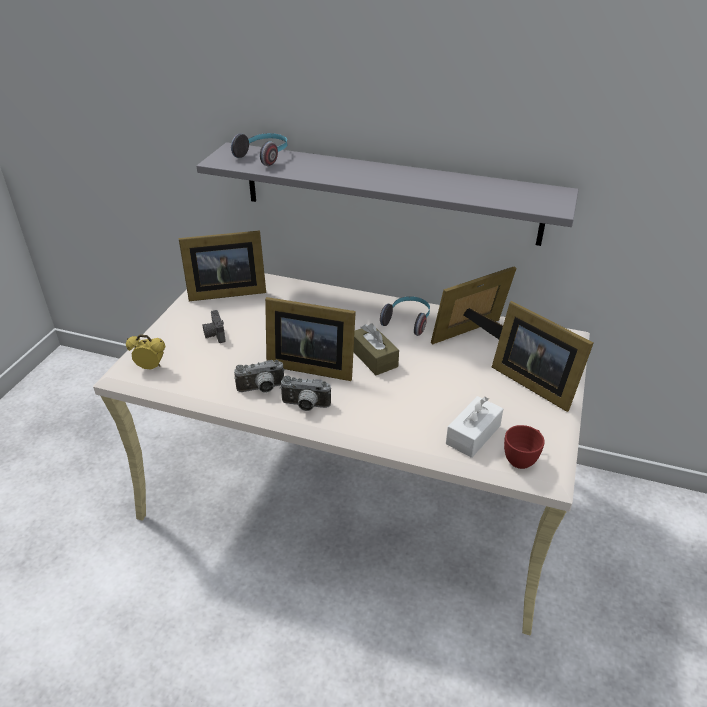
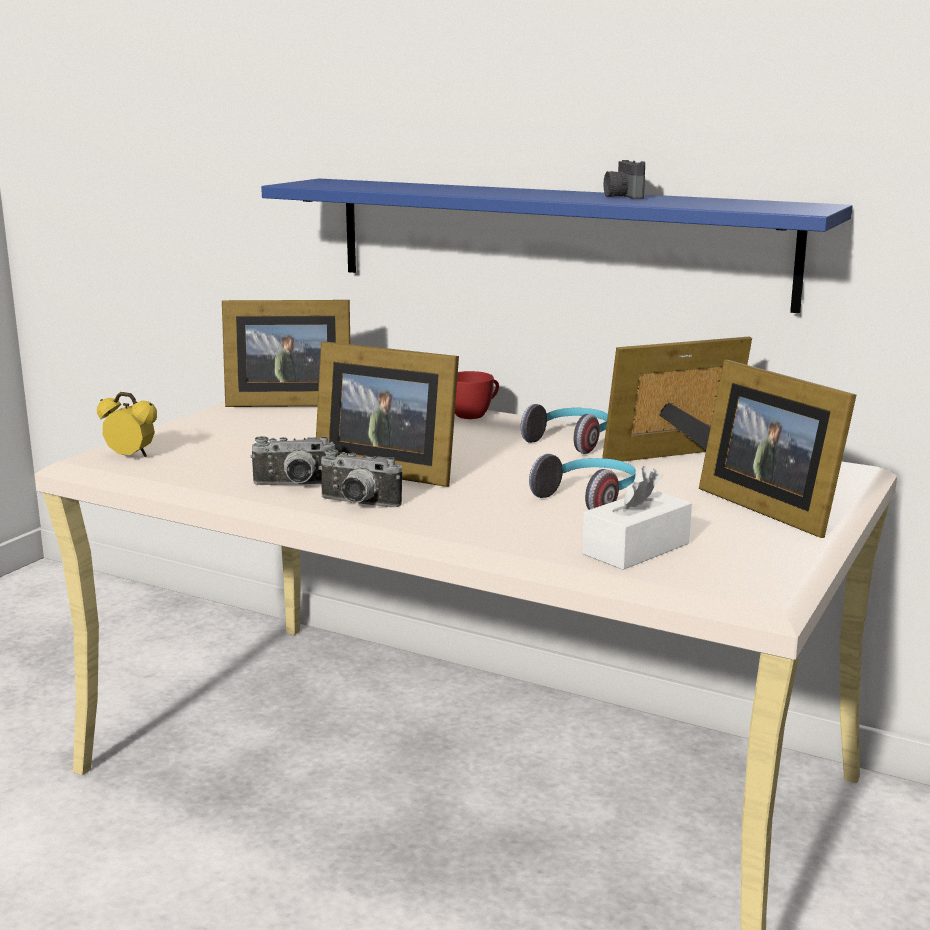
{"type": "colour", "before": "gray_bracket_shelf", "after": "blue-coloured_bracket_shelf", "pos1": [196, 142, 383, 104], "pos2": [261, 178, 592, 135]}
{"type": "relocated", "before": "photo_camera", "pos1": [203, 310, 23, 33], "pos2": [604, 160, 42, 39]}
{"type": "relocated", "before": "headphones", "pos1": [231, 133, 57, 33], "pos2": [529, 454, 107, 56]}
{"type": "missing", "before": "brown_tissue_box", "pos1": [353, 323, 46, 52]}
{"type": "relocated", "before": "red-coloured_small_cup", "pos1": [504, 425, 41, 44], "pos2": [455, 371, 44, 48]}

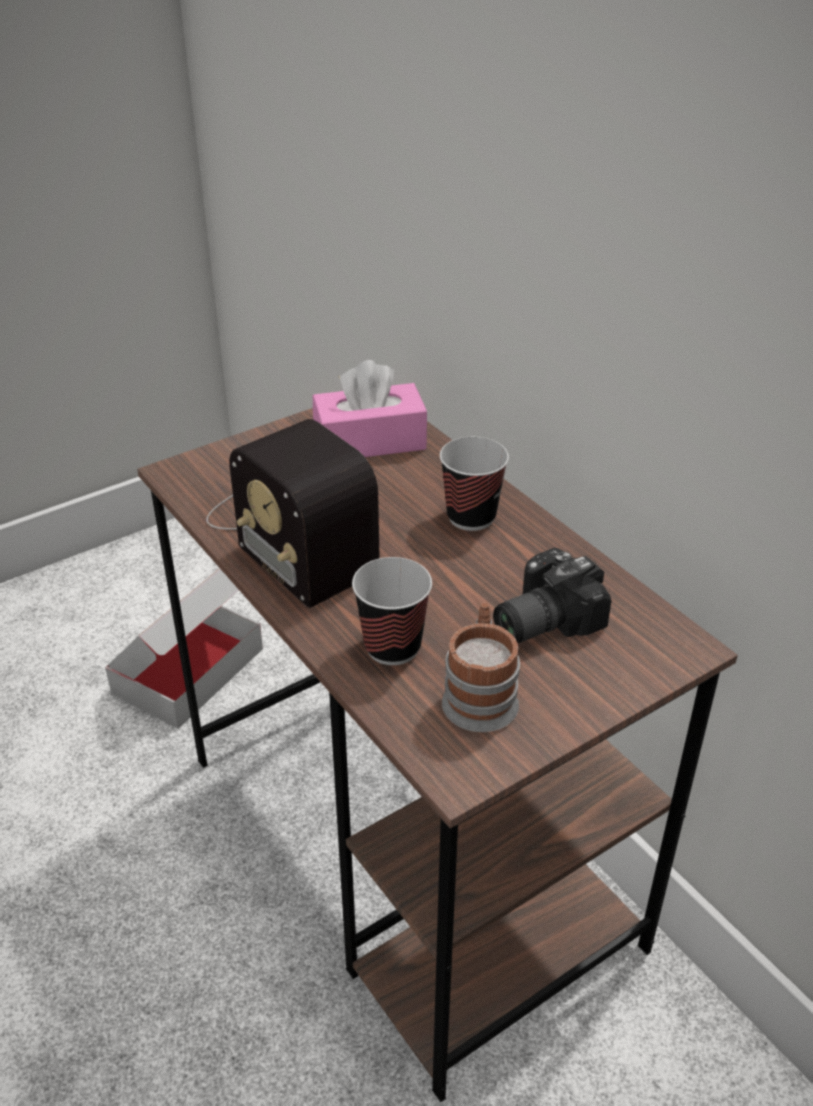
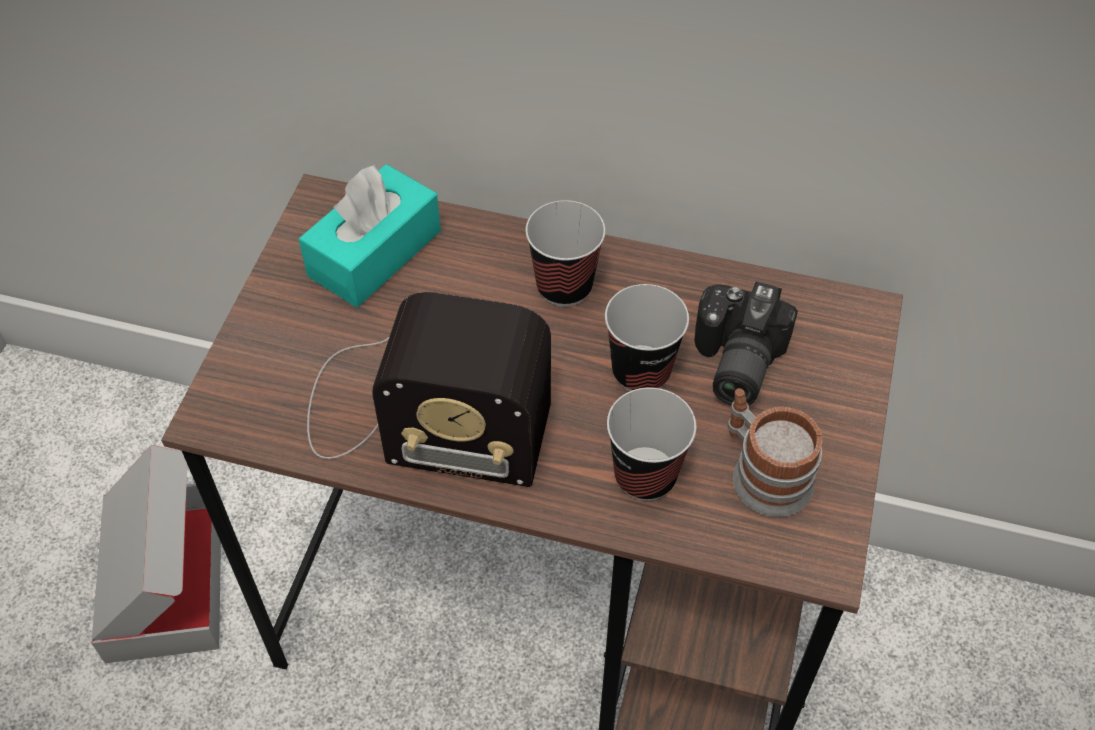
{"type": "colour", "before": "pink-coloured_tissue_box", "after": "turquoise-coloured_tissue_box", "pos1": [313, 360, 114, 97], "pos2": [299, 164, 142, 143]}
{"type": "appeared", "after": "small_cup", "pos2": [605, 284, 84, 107]}

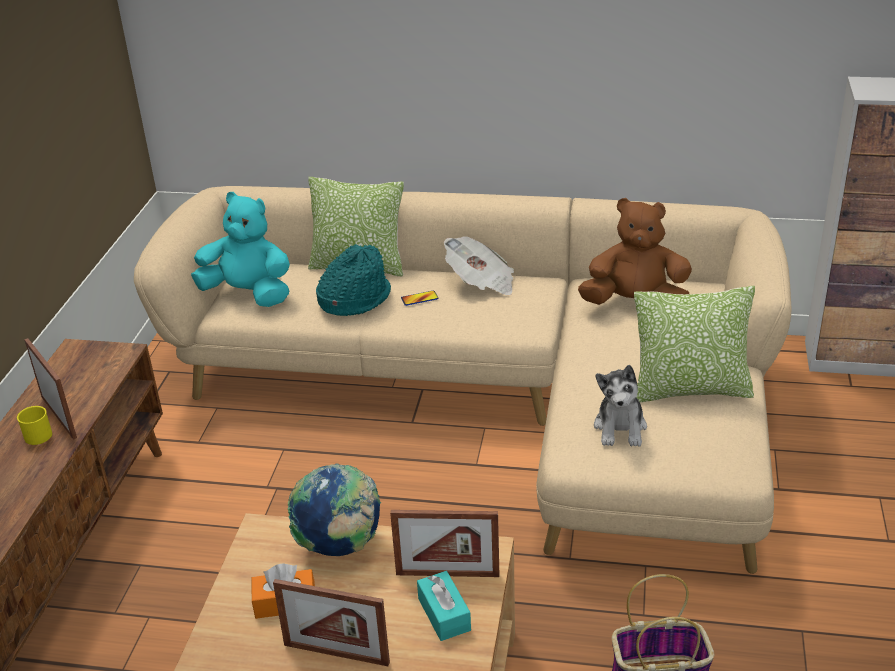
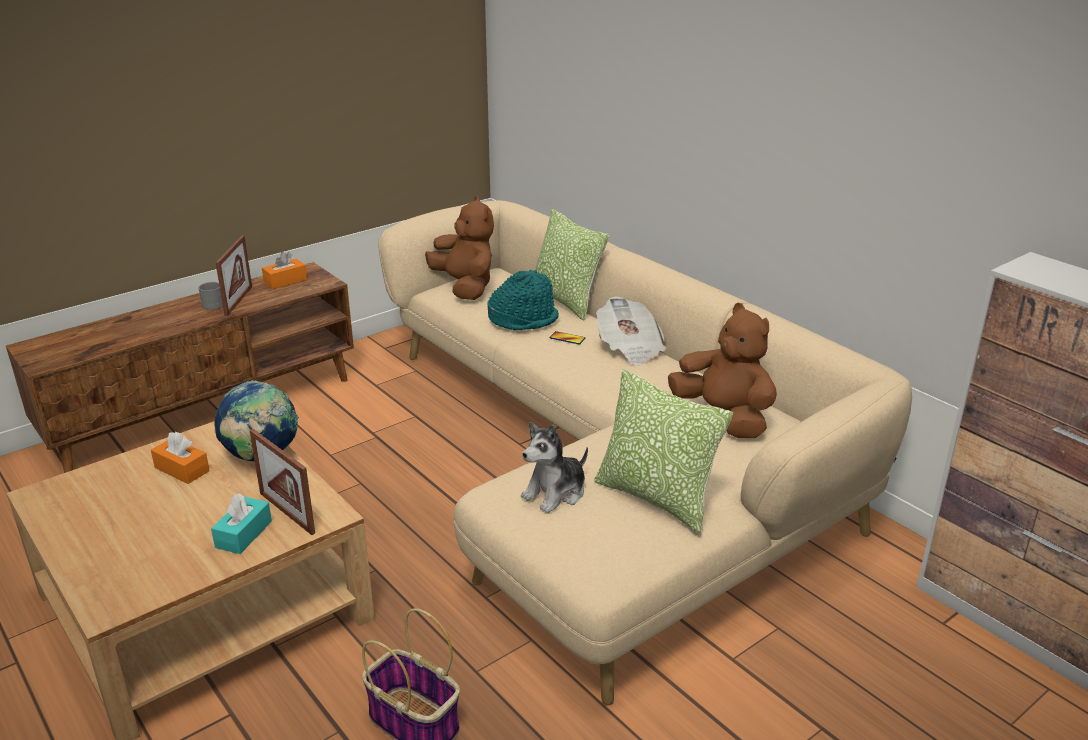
{"type": "colour", "before": "yellowish_mug", "after": "gray_mug", "pos1": [17, 406, 35, 39], "pos2": [198, 282, 25, 28]}
{"type": "colour", "before": "turquoise-coloured_cuddly_toy", "after": "brown_cuddly_toy", "pos1": [191, 192, 99, 115], "pos2": [425, 196, 69, 104]}
{"type": "missing", "before": "picture_frame", "pos1": [273, 579, 117, 87]}
{"type": "appeared", "after": "orangey_tissue_box", "pos2": [262, 251, 45, 38]}

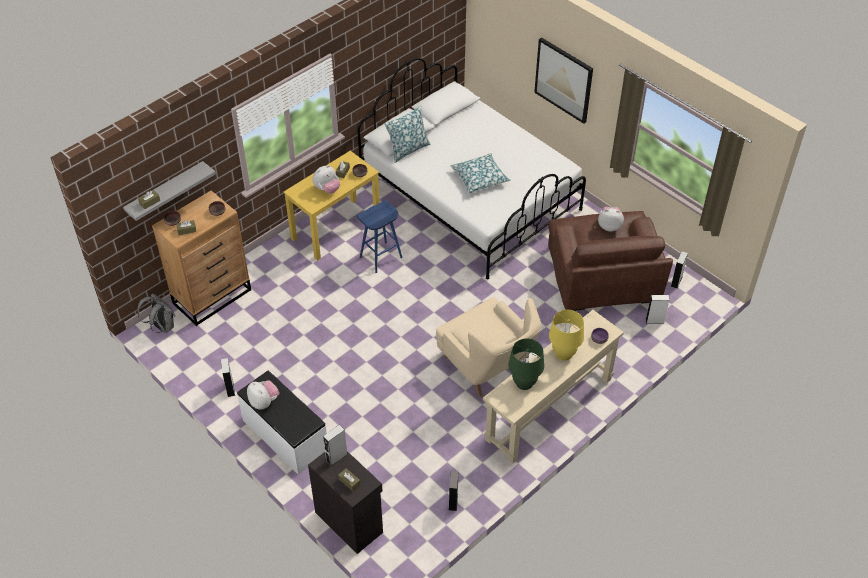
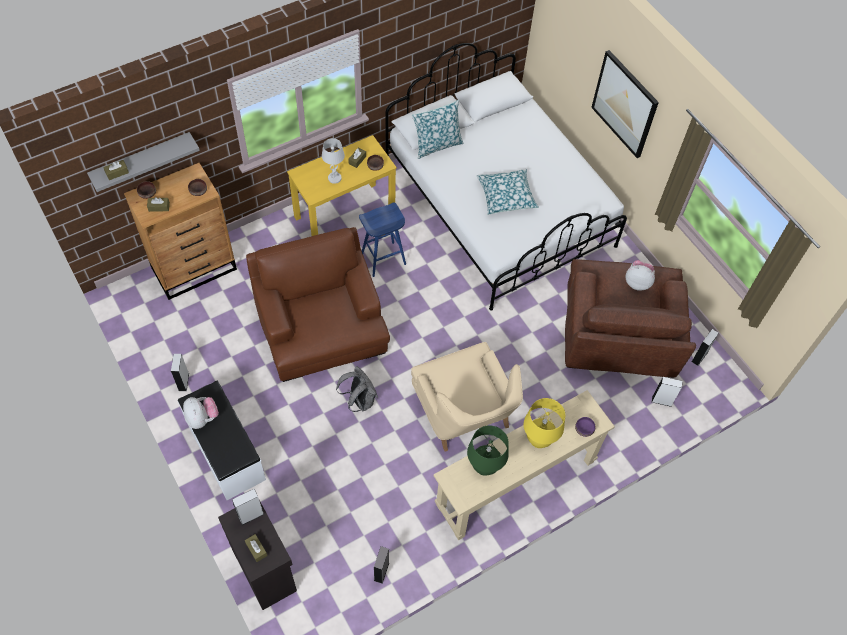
{"type": "relocated", "before": "gray_knapsack", "pos1": [137, 293, 38, 40], "pos2": [336, 366, 42, 46]}
{"type": "exchanged", "before": "cuddly_toy", "after": "whitish_lamp_for_a_table", "pos1": [312, 165, 28, 29], "pos2": [322, 138, 23, 46]}
{"type": "appeared", "after": "brown_easy_chair", "pos2": [246, 227, 144, 155]}

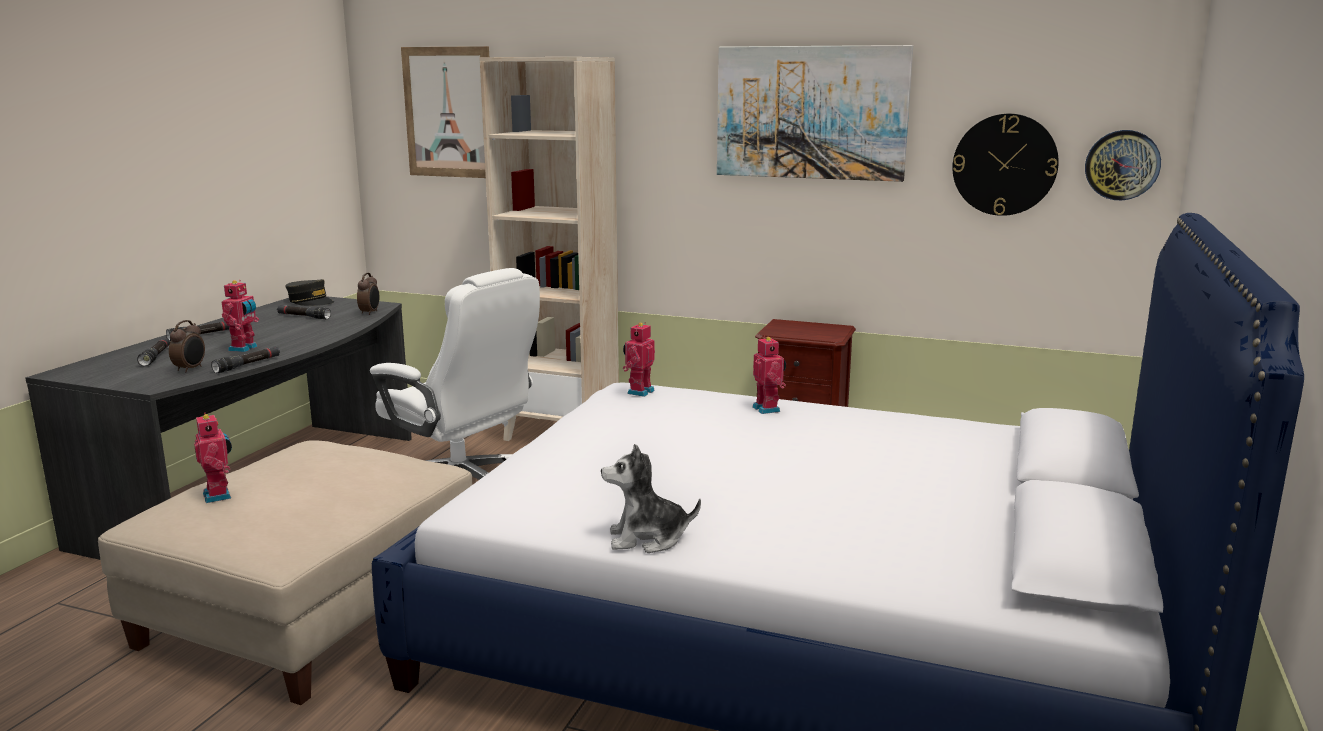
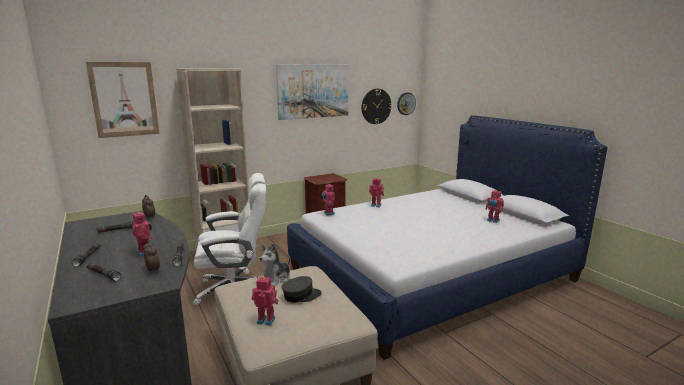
{"type": "relocated", "before": "gray_baseball_cap", "pos1": [285, 279, 49, 27], "pos2": [281, 276, 41, 27]}
{"type": "relocated", "before": "cuddly_toy", "pos1": [601, 444, 100, 109], "pos2": [259, 243, 31, 43]}
{"type": "appeared", "after": "robot_figure", "pos2": [485, 190, 19, 33]}

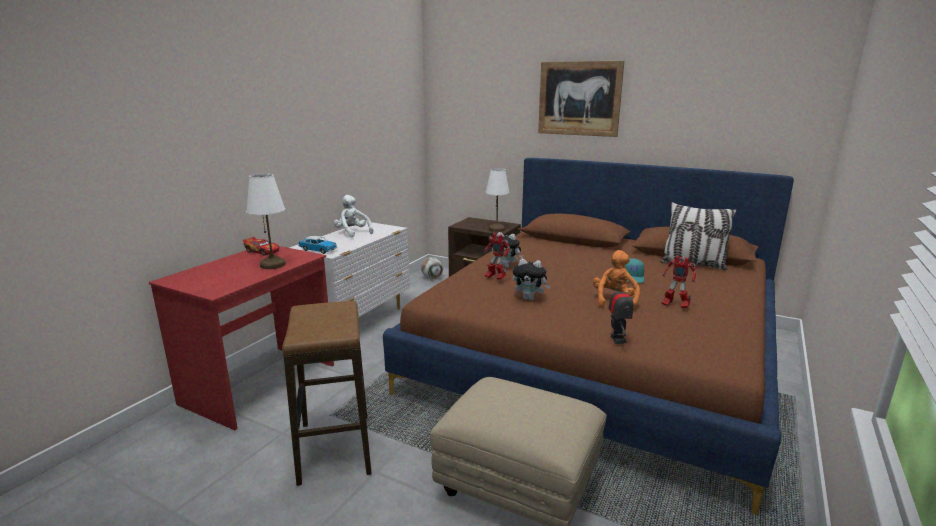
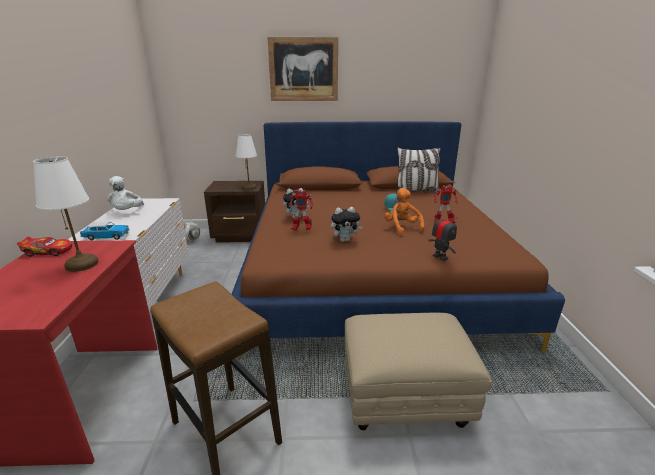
{"type": "spun", "before": "whitish_cuddly_toy", "pos1": [334, 195, 39, 42], "pos2": [107, 176, 37, 34], "turn": -120}

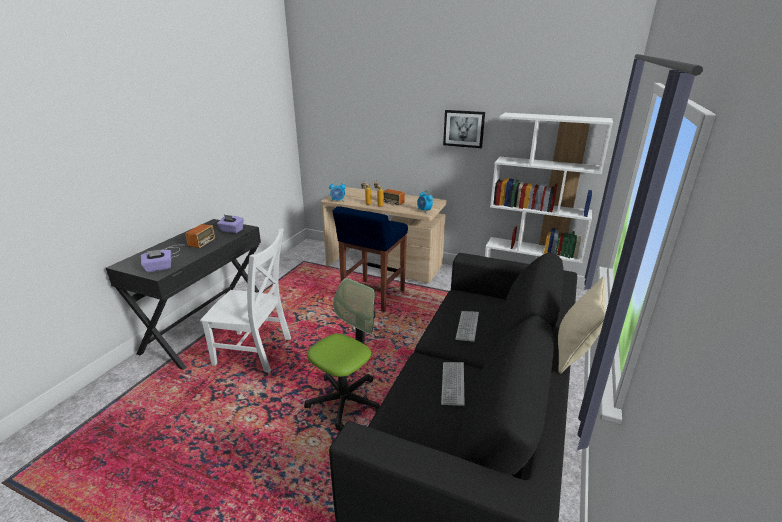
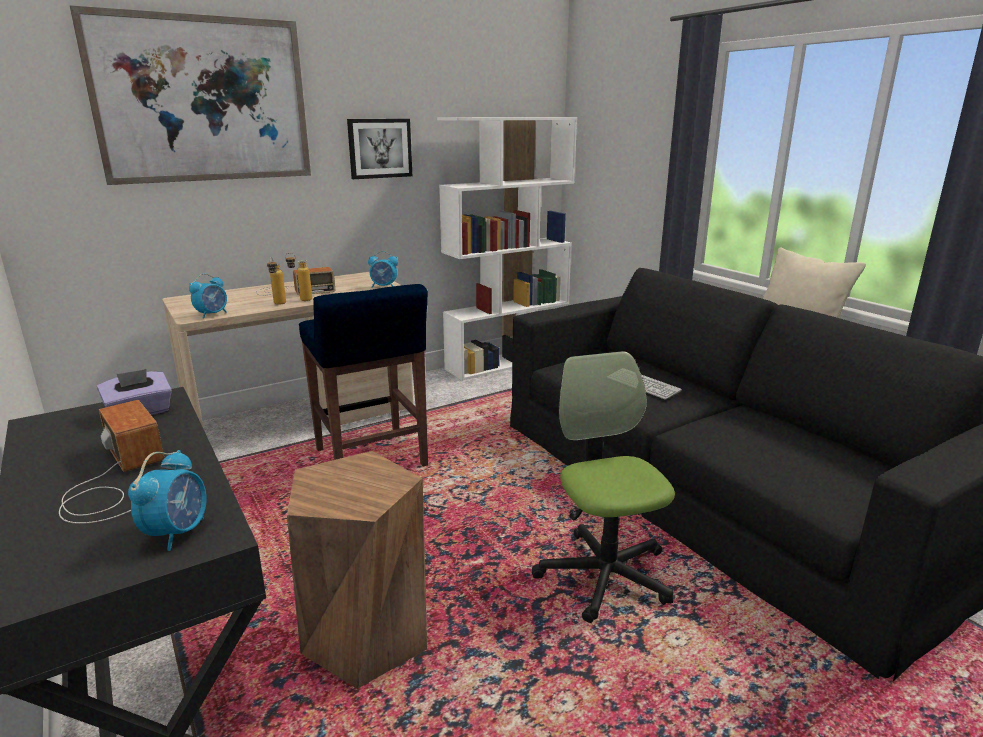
{"type": "exchanged", "before": "purplish_tissue_box", "after": "table_clock", "pos1": [141, 250, 30, 22], "pos2": [128, 450, 79, 101]}
{"type": "exchanged", "before": "whitish_upright_chair", "after": "brown_sitting_stool", "pos1": [200, 229, 91, 144], "pos2": [287, 451, 140, 238]}
{"type": "missing", "before": "computer_keyboard", "pos1": [441, 362, 24, 44]}
{"type": "appeared", "after": "wall_art", "pos2": [70, 5, 241, 180]}

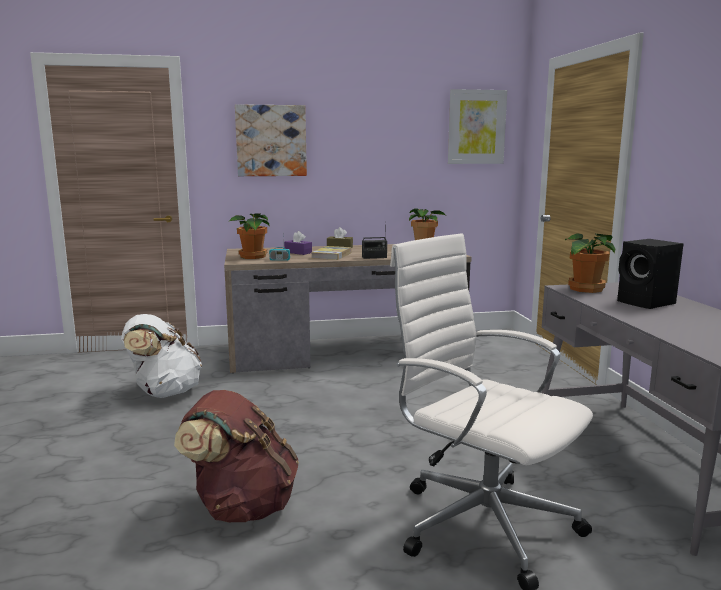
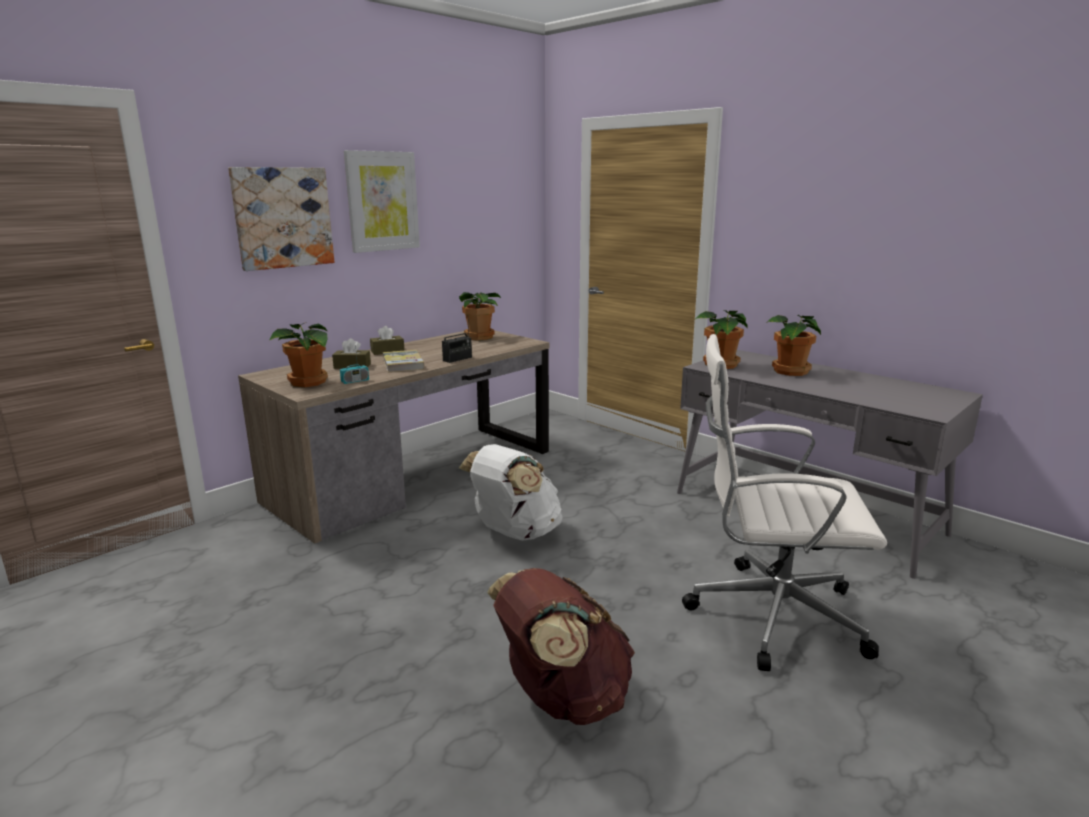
{"type": "relocated", "before": "whitish_knapsack", "pos1": [121, 314, 81, 84], "pos2": [459, 444, 104, 97]}
{"type": "colour", "before": "purplish_tissue_box", "after": "brown_tissue_box", "pos1": [284, 231, 28, 24], "pos2": [332, 338, 39, 31]}
{"type": "relocated", "before": "wall_art", "pos1": [448, 89, 59, 75], "pos2": [344, 150, 76, 103]}
{"type": "exchanged", "before": "black_speaker", "after": "plant_in_a_pot", "pos1": [617, 239, 67, 70], "pos2": [766, 315, 55, 61]}

